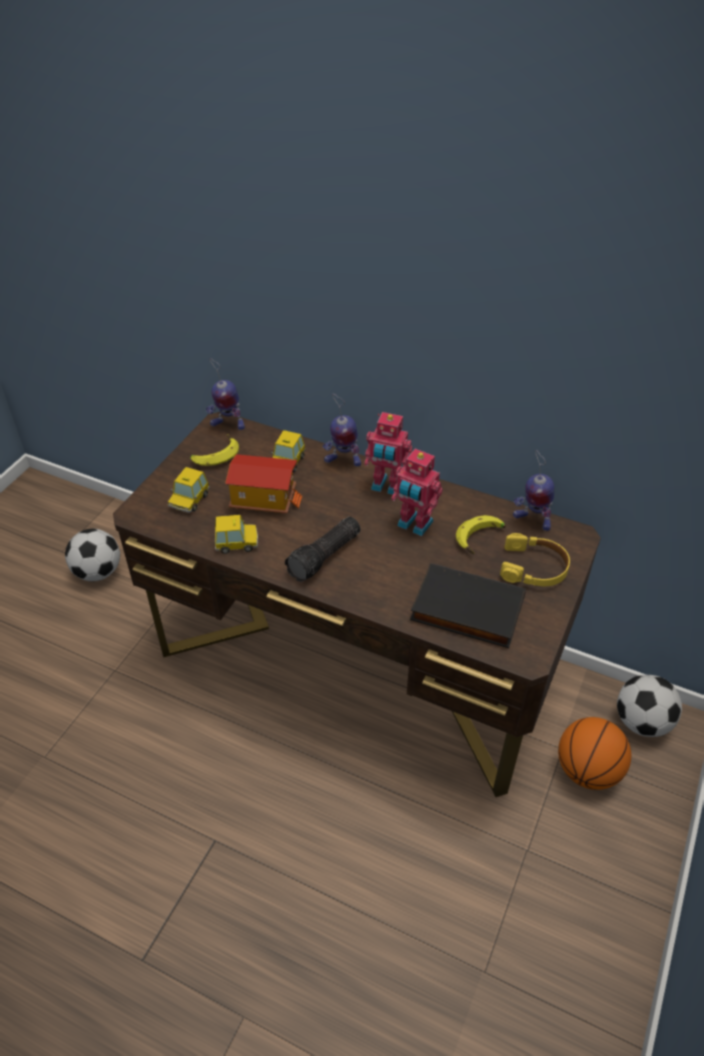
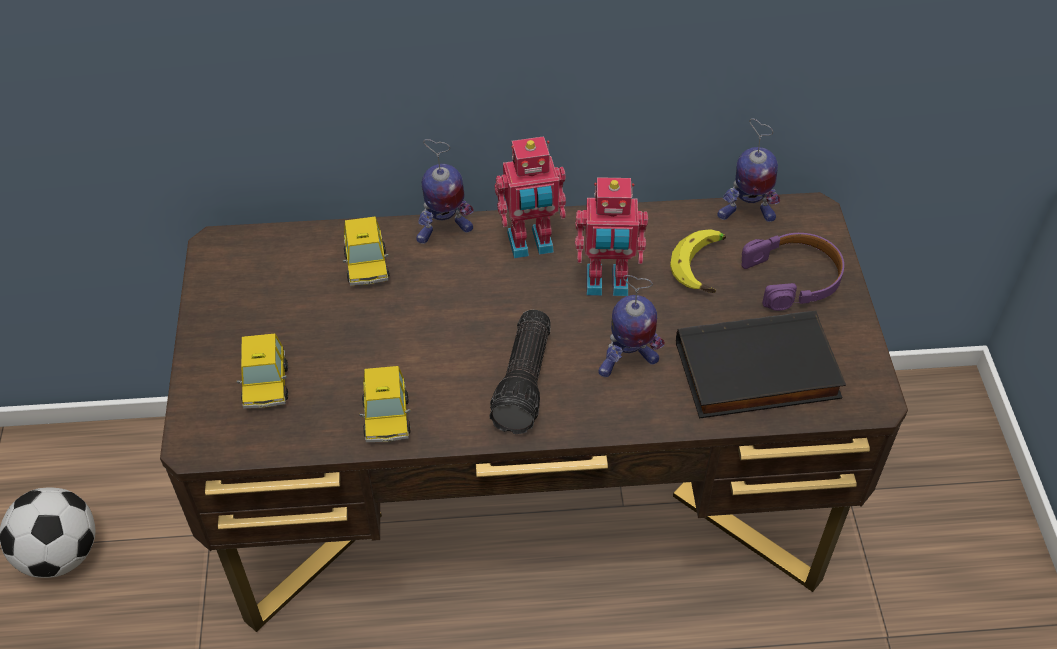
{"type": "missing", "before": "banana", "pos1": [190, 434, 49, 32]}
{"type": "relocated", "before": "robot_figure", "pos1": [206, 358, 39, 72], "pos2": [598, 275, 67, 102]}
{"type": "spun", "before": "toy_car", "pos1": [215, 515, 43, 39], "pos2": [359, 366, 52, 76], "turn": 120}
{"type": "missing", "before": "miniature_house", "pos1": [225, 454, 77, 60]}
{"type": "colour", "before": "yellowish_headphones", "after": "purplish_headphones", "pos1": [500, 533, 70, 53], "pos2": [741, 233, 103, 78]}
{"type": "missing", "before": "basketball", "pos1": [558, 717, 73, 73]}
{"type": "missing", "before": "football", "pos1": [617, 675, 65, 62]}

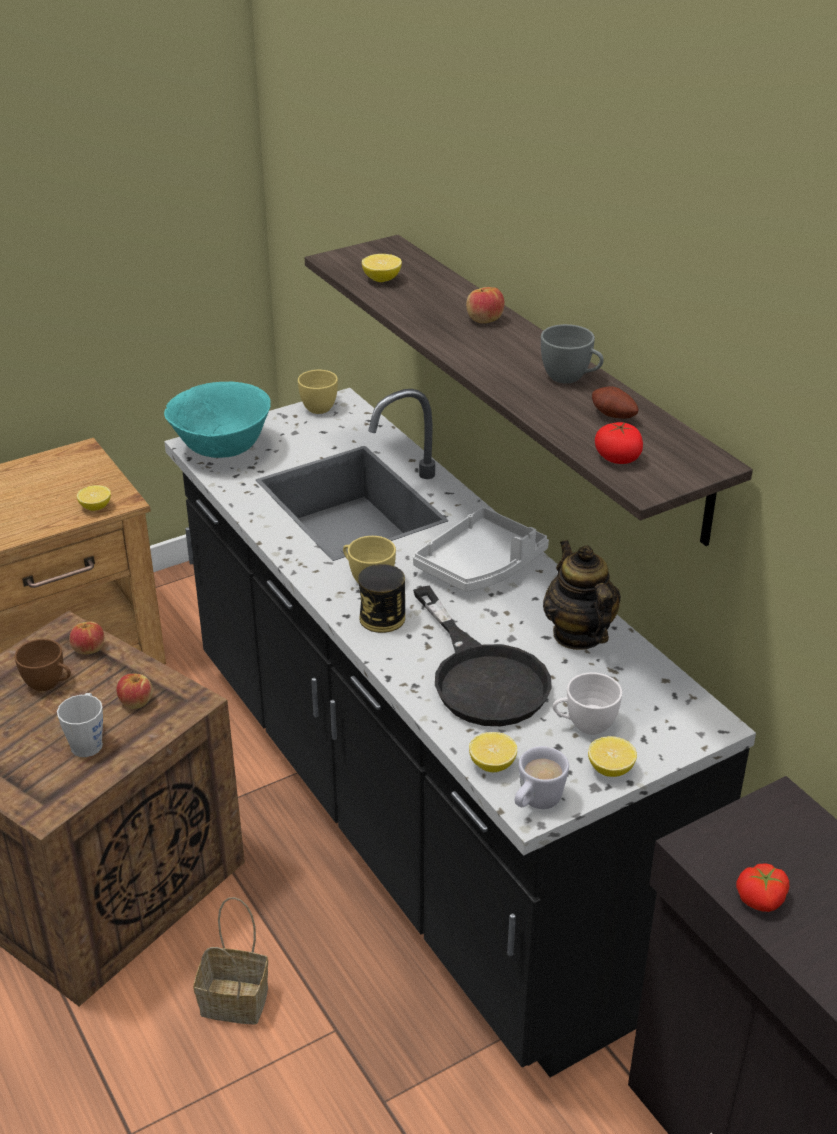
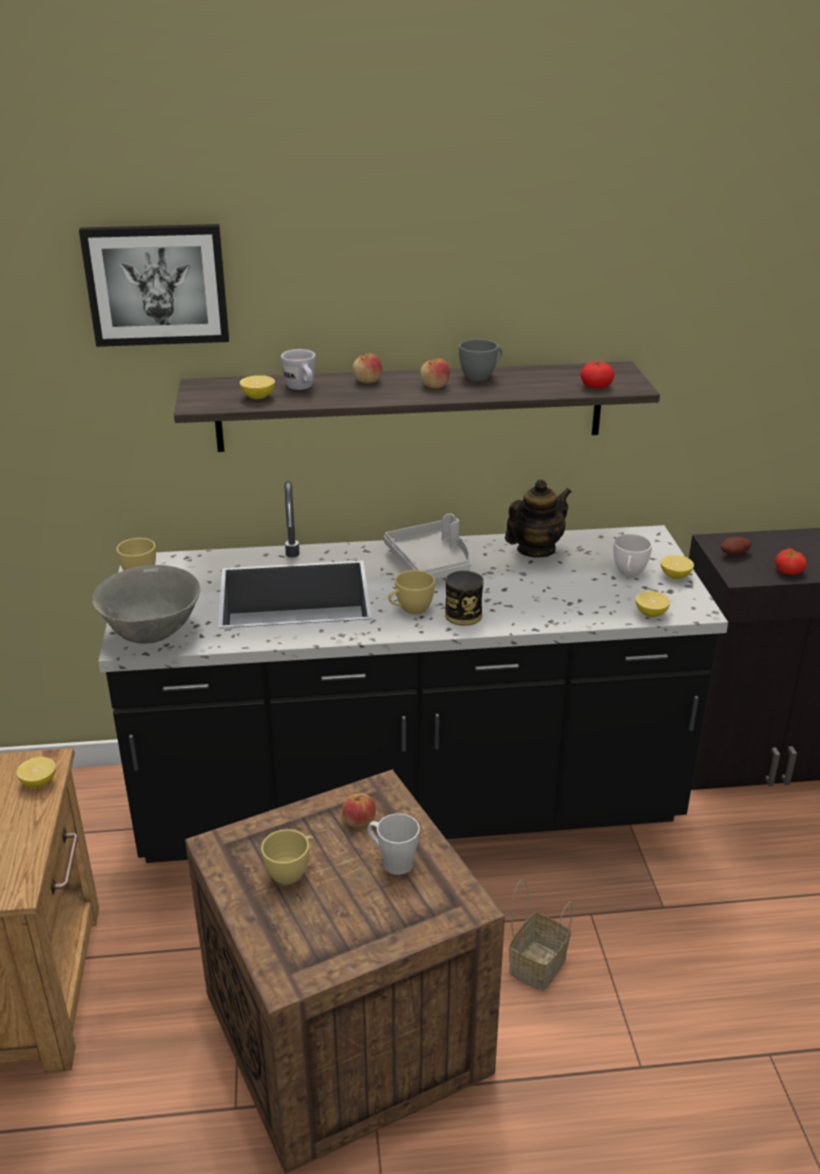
{"type": "colour", "before": "brown_small_cup", "after": "yellowish_small_cup", "pos1": [15, 639, 56, 52], "pos2": [261, 829, 53, 56]}
{"type": "relocated", "before": "apple_fruit", "pos1": [69, 622, 35, 32], "pos2": [420, 358, 30, 31]}
{"type": "colour", "before": "turquoise-coloured_deep_dish", "after": "gray_deep_dish", "pos1": [164, 382, 107, 76], "pos2": [92, 565, 108, 79]}
{"type": "missing", "before": "black_skillet", "pos1": [413, 585, 139, 141]}
{"type": "relocated", "before": "whitish_mug", "pos1": [515, 746, 54, 63], "pos2": [281, 349, 35, 41]}
{"type": "spun", "before": "tea_pot", "pos1": [543, 540, 78, 110], "pos2": [505, 479, 67, 78], "turn": 135}
{"type": "relocated", "before": "whole_potato", "pos1": [592, 386, 46, 33], "pos2": [721, 537, 31, 18]}
{"type": "appeared", "after": "wall_art", "pos2": [79, 224, 150, 123]}

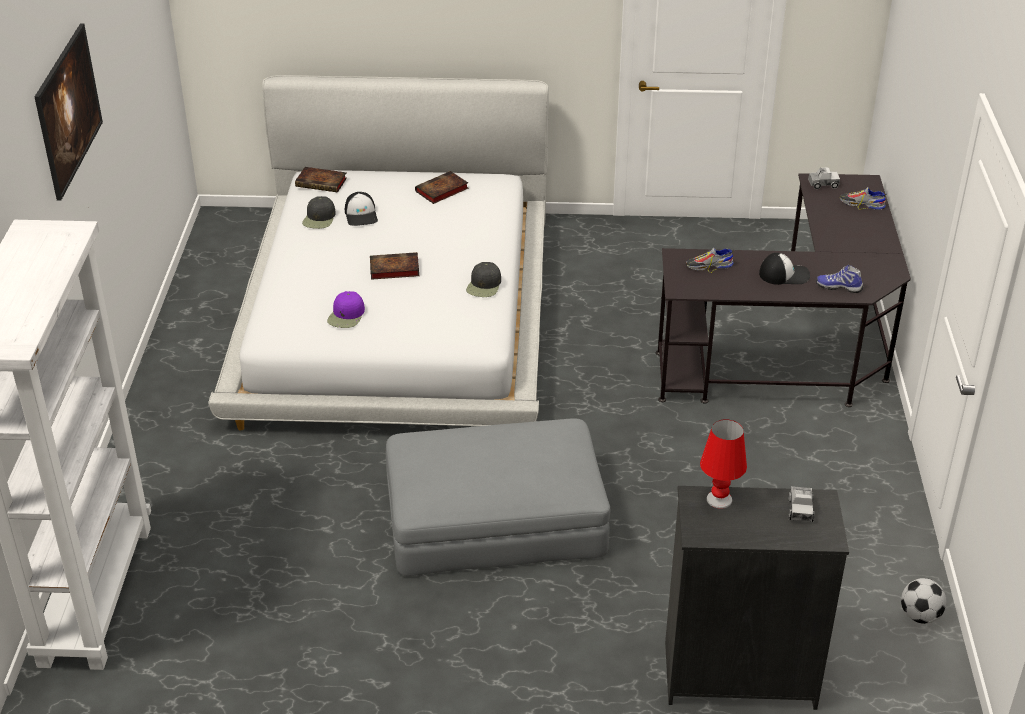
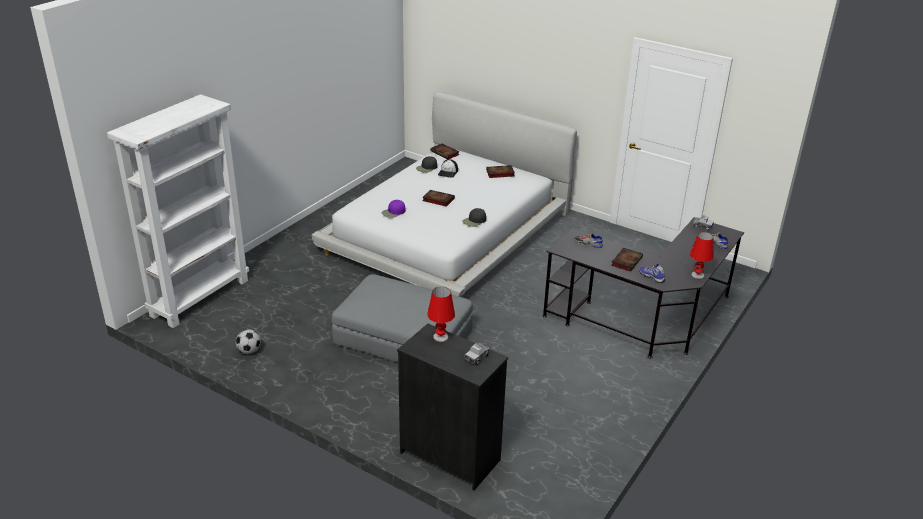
{"type": "missing", "before": "wall_art", "pos1": [35, 23, 68, 178]}
{"type": "exchanged", "before": "baseball_cap", "after": "book", "pos1": [759, 253, 51, 32], "pos2": [611, 248, 32, 23]}
{"type": "relocated", "before": "football", "pos1": [901, 578, 46, 46], "pos2": [236, 329, 25, 25]}
{"type": "appeared", "after": "red-coloured_lamp_for_a_table", "pos2": [690, 232, 24, 47]}

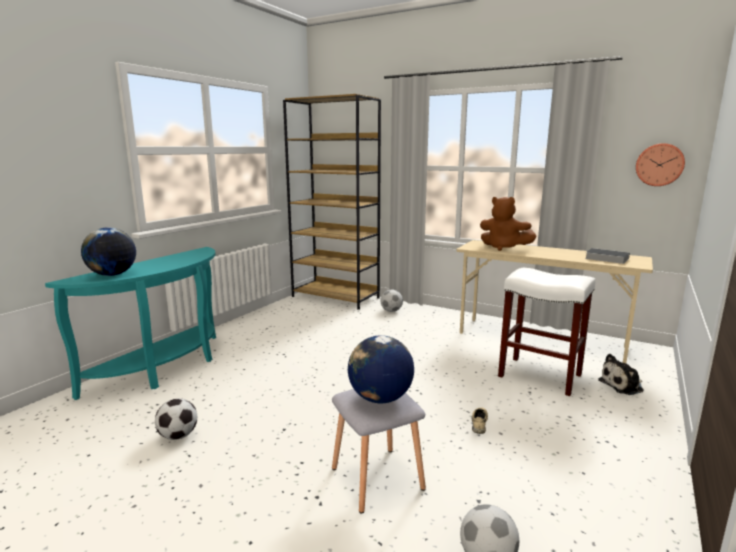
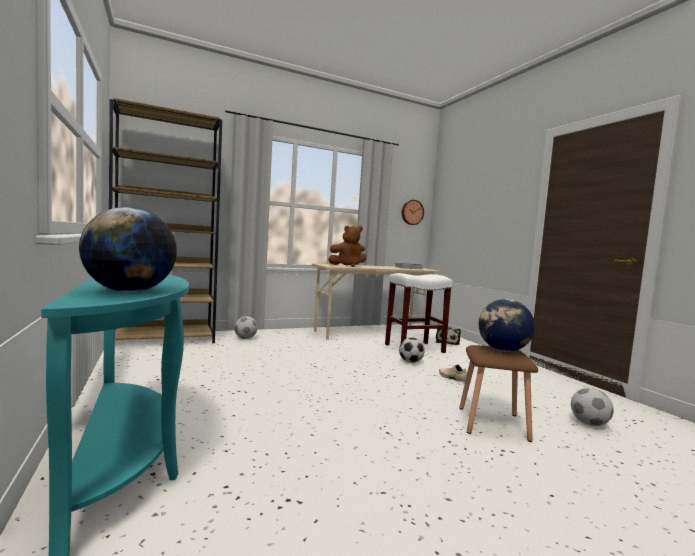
{"type": "relocated", "before": "football", "pos1": [155, 398, 42, 42], "pos2": [399, 337, 26, 26]}
{"type": "colour", "before": "gray_sitting_stool", "after": "brown_sitting_stool", "pos1": [332, 389, 94, 125], "pos2": [459, 345, 79, 97]}

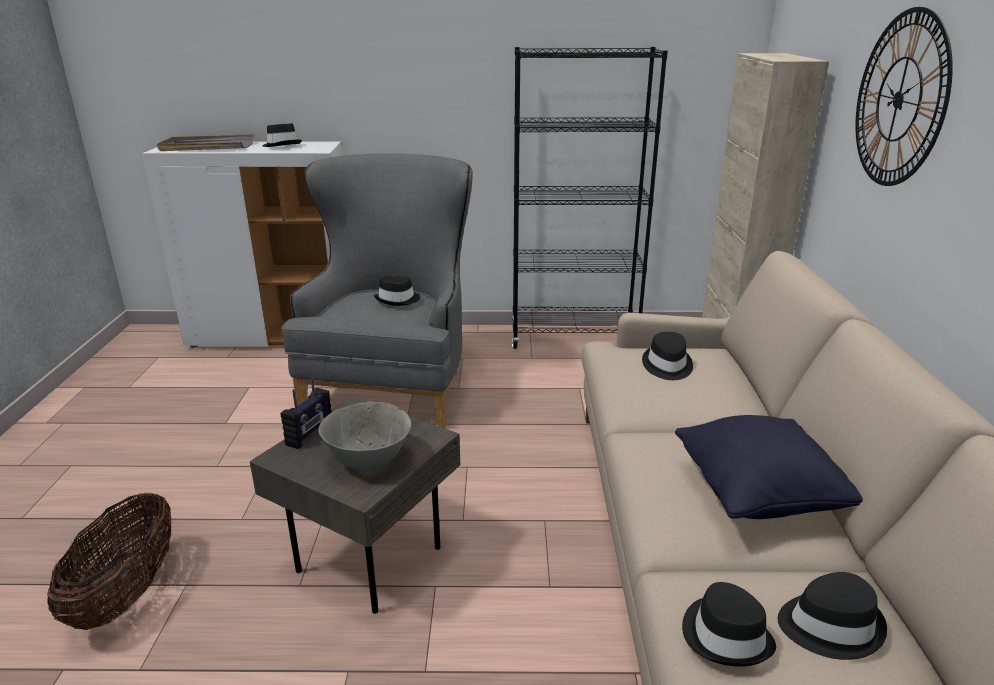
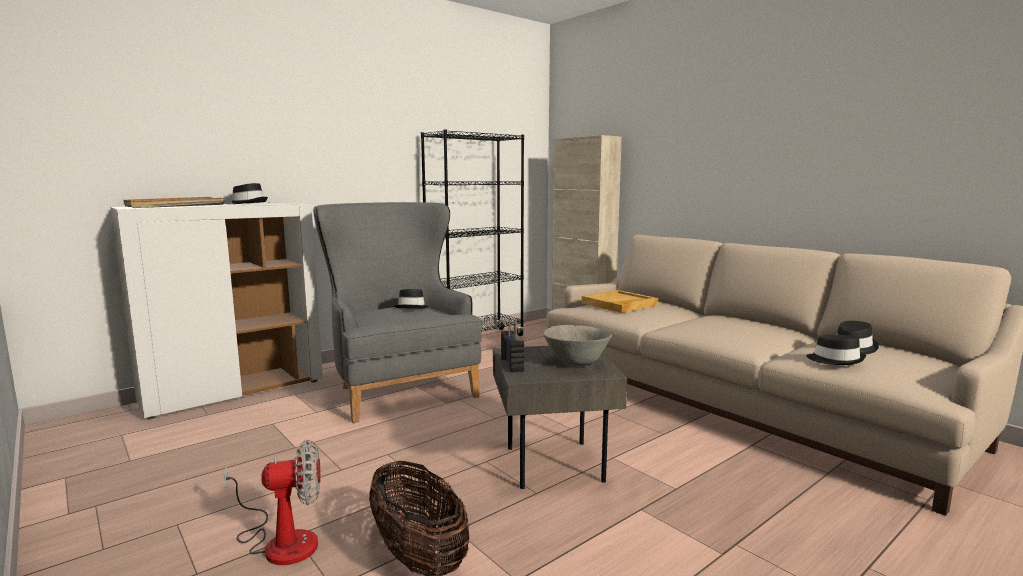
{"type": "exchanged", "before": "black_hat", "after": "sand-coloured_serving_tray", "pos1": [642, 332, 51, 48], "pos2": [582, 290, 76, 23]}
{"type": "missing", "before": "black_pillow", "pos1": [675, 415, 188, 104]}
{"type": "missing", "before": "hanging_clock", "pos1": [855, 7, 98, 179]}
{"type": "appeared", "after": "fan", "pos2": [223, 440, 98, 125]}

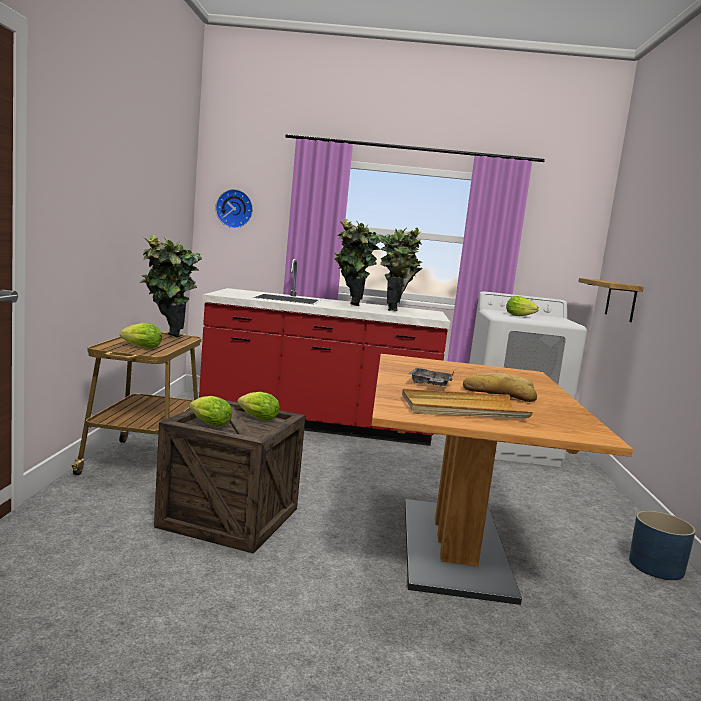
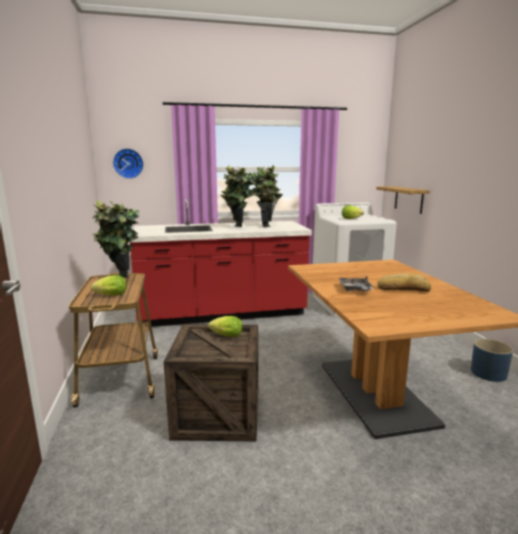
{"type": "missing", "before": "lettuce", "pos1": [189, 396, 43, 31]}
{"type": "missing", "before": "sand-coloured_serving_tray", "pos1": [402, 389, 131, 29]}

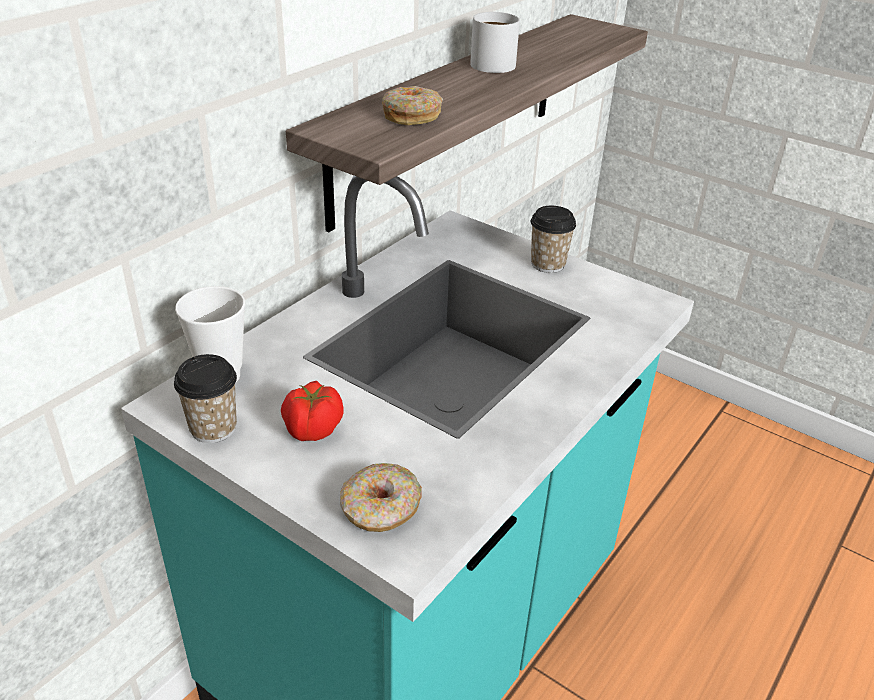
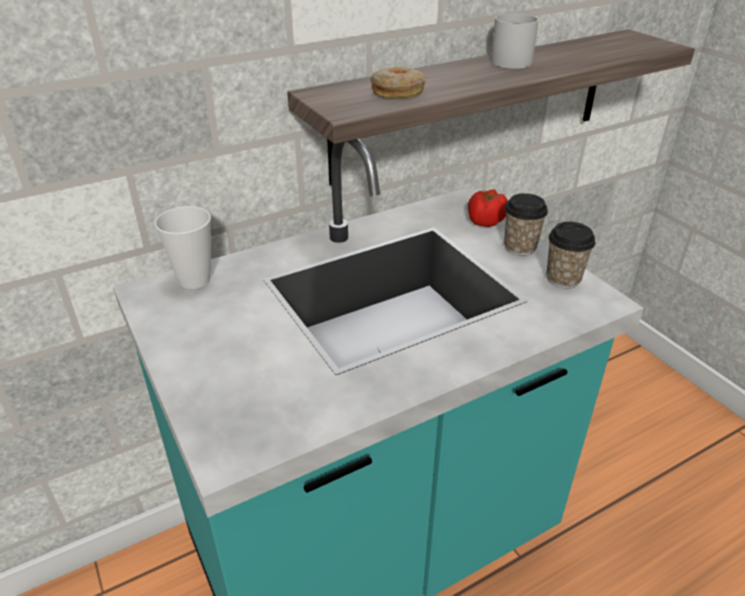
{"type": "relocated", "before": "small_cup", "pos1": [174, 354, 63, 89], "pos2": [546, 222, 49, 66]}
{"type": "relocated", "before": "whole_tomato", "pos1": [281, 381, 63, 60], "pos2": [468, 189, 40, 38]}
{"type": "missing", "before": "donut", "pos1": [340, 463, 82, 69]}

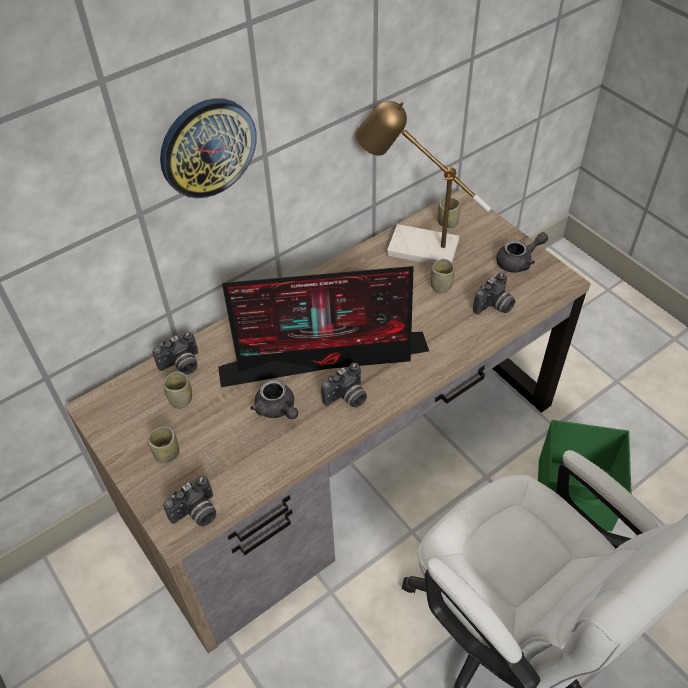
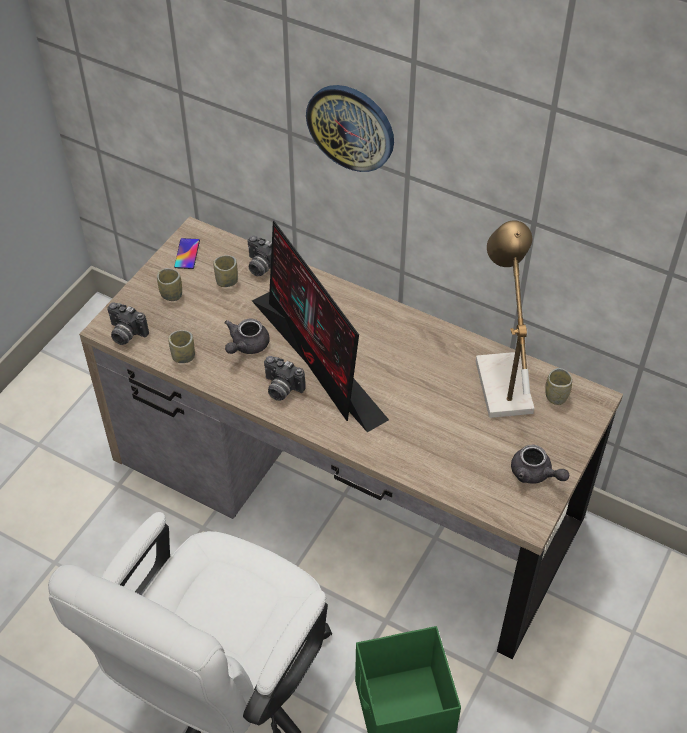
{"type": "relocated", "before": "small_cup", "pos1": [430, 259, 24, 35], "pos2": [168, 330, 27, 33]}
{"type": "missing", "before": "photo_camera", "pos1": [473, 273, 43, 42]}
{"type": "appeared", "after": "handset", "pos2": [174, 238, 26, 31]}

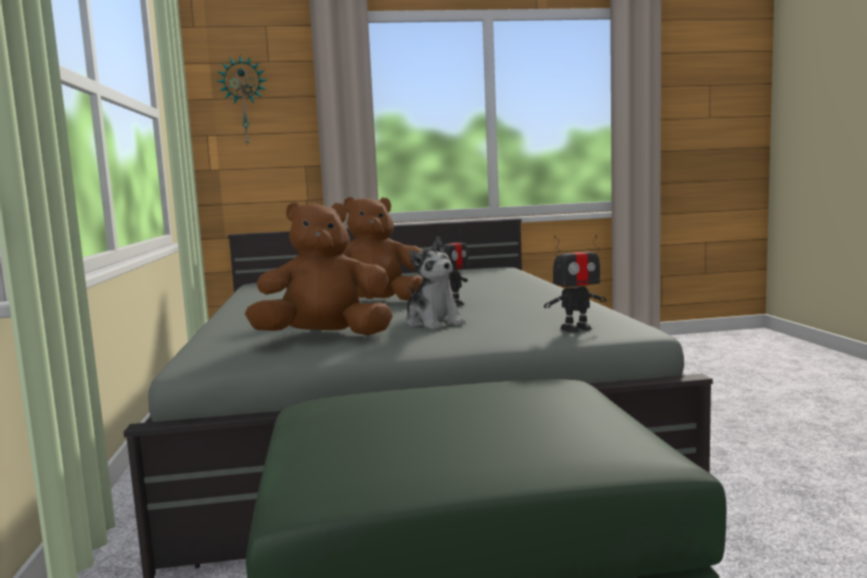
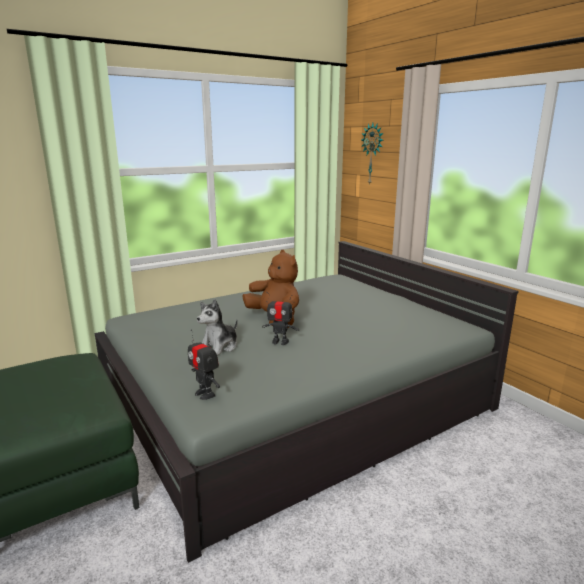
{"type": "missing", "before": "brown_cuddly_toy", "pos1": [245, 202, 148, 133]}

